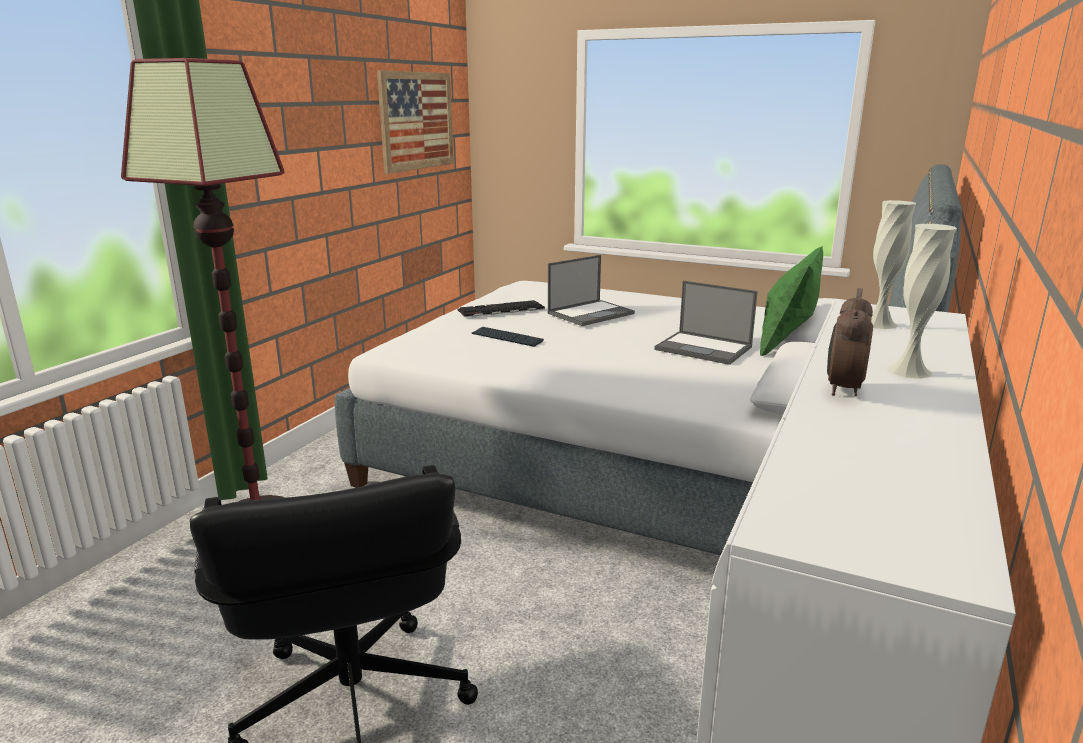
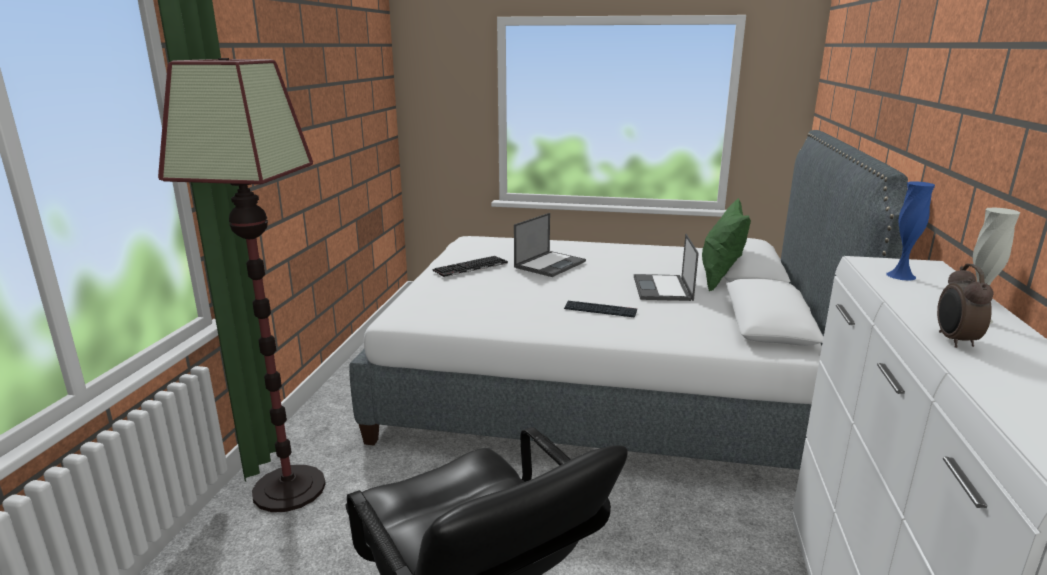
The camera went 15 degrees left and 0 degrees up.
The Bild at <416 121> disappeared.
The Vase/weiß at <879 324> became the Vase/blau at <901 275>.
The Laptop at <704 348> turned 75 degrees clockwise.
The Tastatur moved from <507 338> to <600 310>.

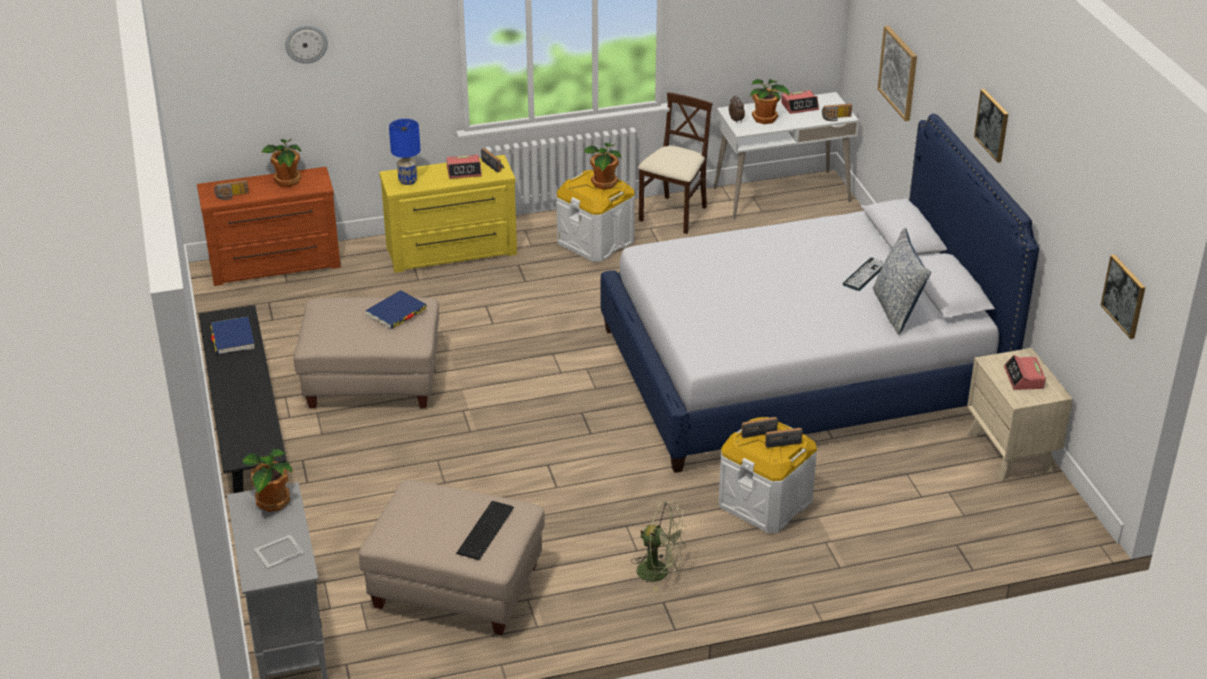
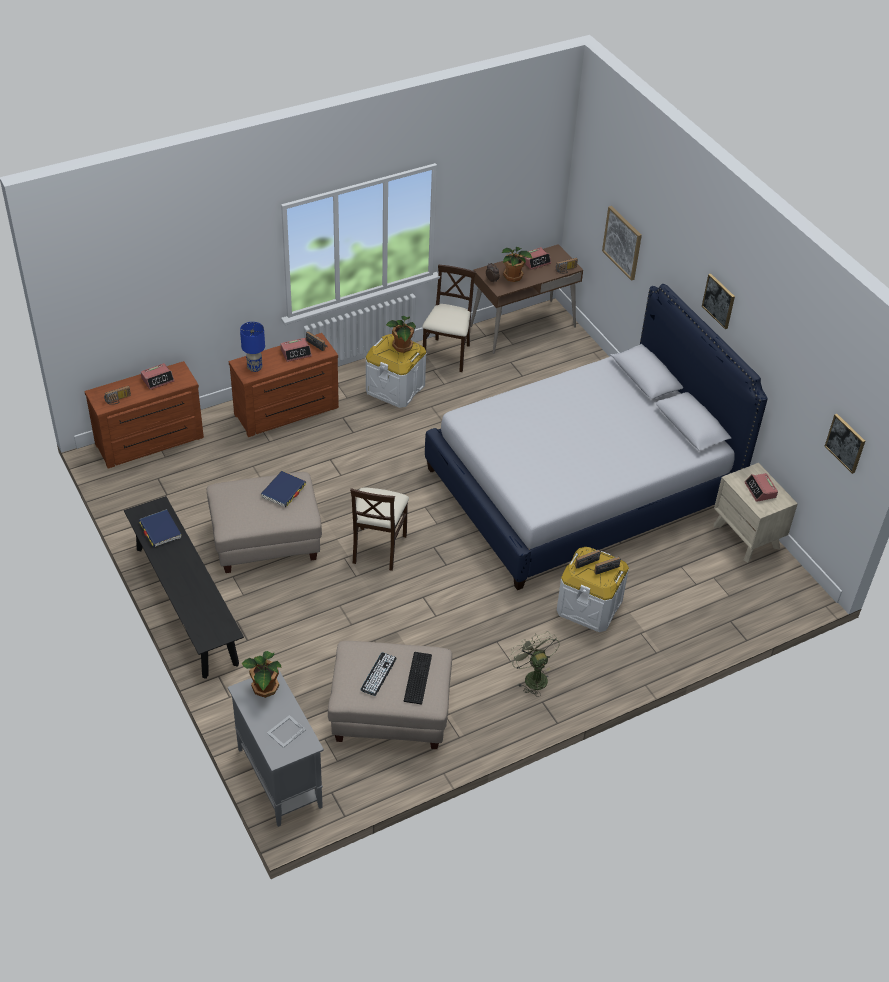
The camera went 15 degrees left and 10 degrees up.
The Wanduhr at <306 43> disappeared.
The Schreibtisch/weiß at <781 195> became the Schreibtisch/braun at <522 326>.
The Topfpflanze at <287 181> was replaced by the Wecker at <158 379>.
The Kommode/gelb at <452 253> became the Kommode/braun at <287 412>.
The Kissen at <897 310> disappeared.
The Tastatur moved from <865 274> to <378 674>.
The Ventilator/grün at <660 572> turned 120 degrees counterclockwise.
The Stuhl/beige at <378 548> appeared.

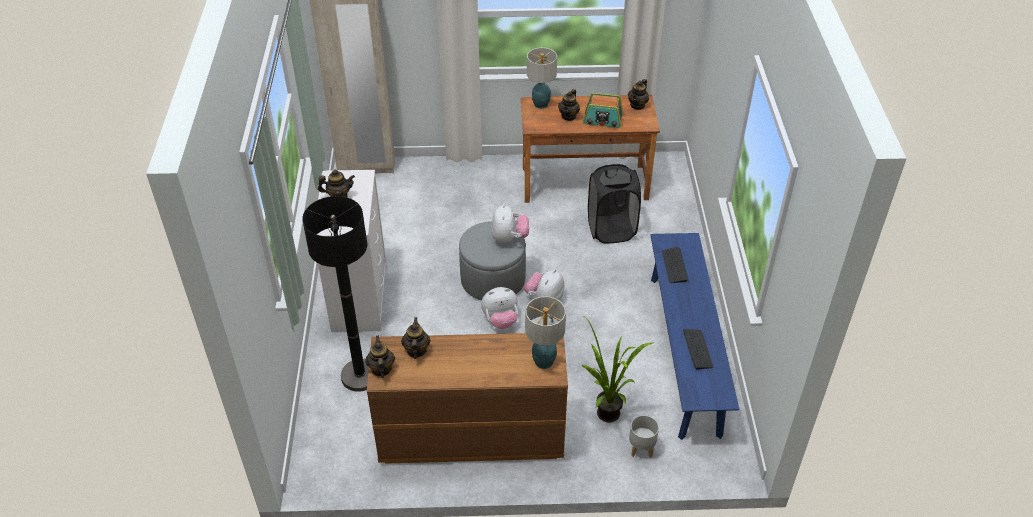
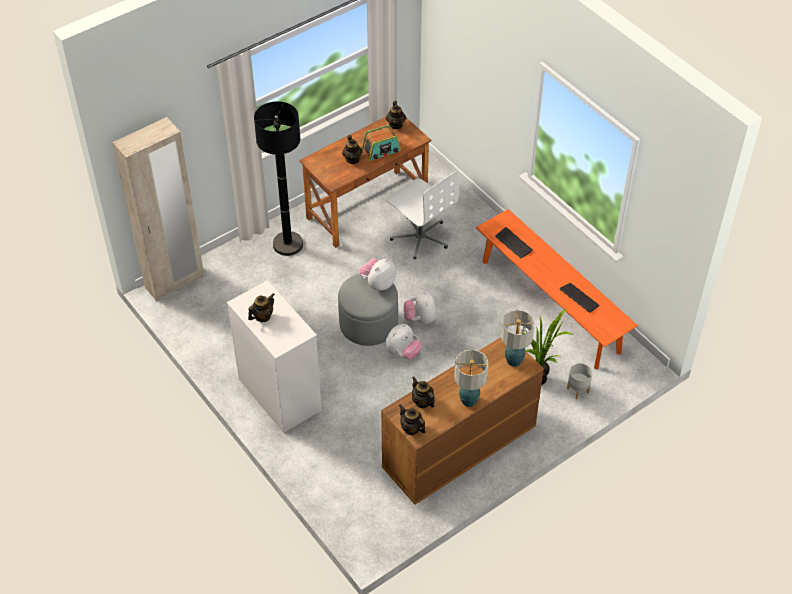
The camera went 35 degrees left and 5 degrees up.
The Tischlampe moved from <541 104> to <468 400>.
The Wäschekorb/schwarz at <611 229> was replaced by the Bürostuhl/weiß at <420 237>.
The Stehlampe/schwarz moved from <360 376> to <288 244>.
The Plüschtier at <509 238> turned 105 degrees counterclockwise.
The Bank/blau at <684 353> became the Bank/orange at <550 306>.

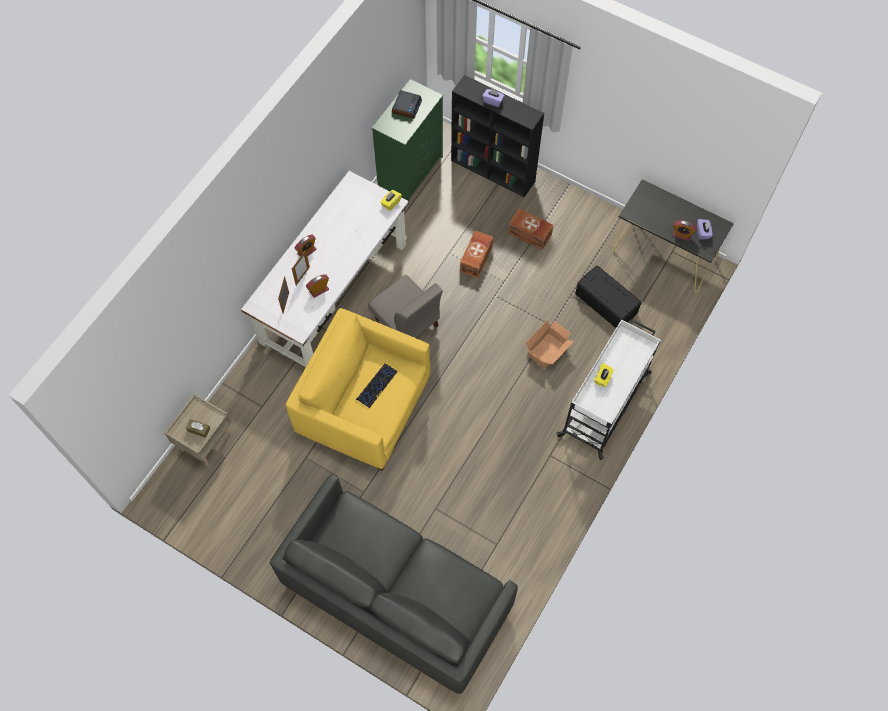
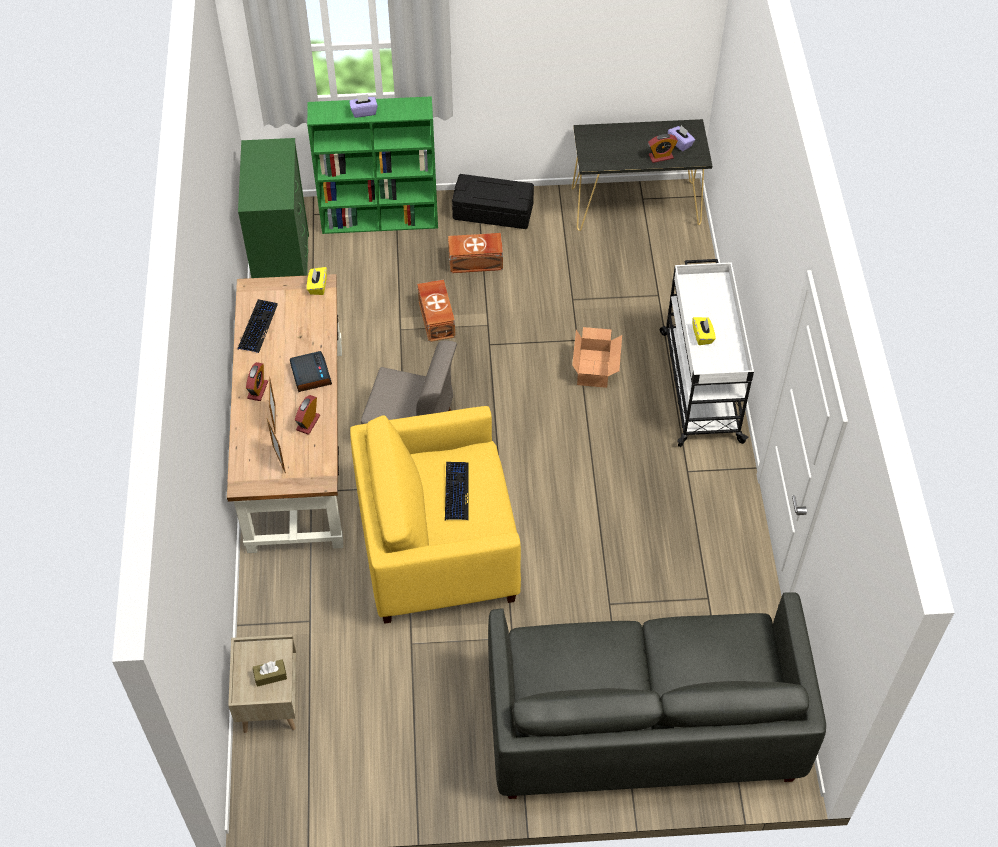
The camera went 35 degrees left and 10 degrees down.
The Bücherregal/schwarz at <493 171> became the Bücherregal/grün at <381 219>.
The Wecker moved from <406 106> to <310 375>.
The Schreibtisch/weiß at <334 292> became the Schreibtisch/braun at <296 444>.
The Aufbewahrungsbox/schwarz moved from <606 303> to <493 211>.
The Tastatur at <257 326> appeared.

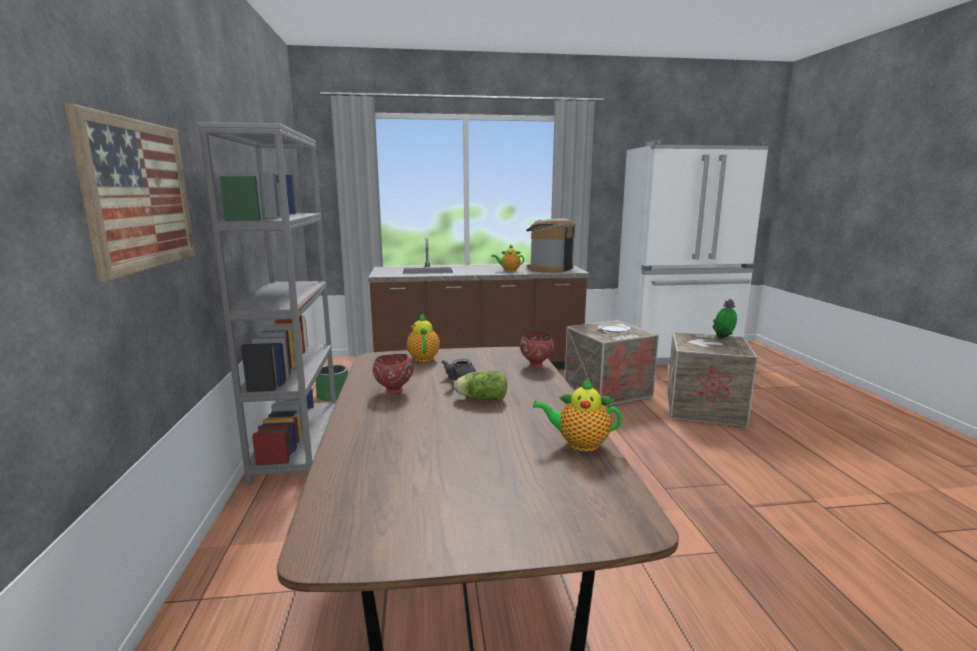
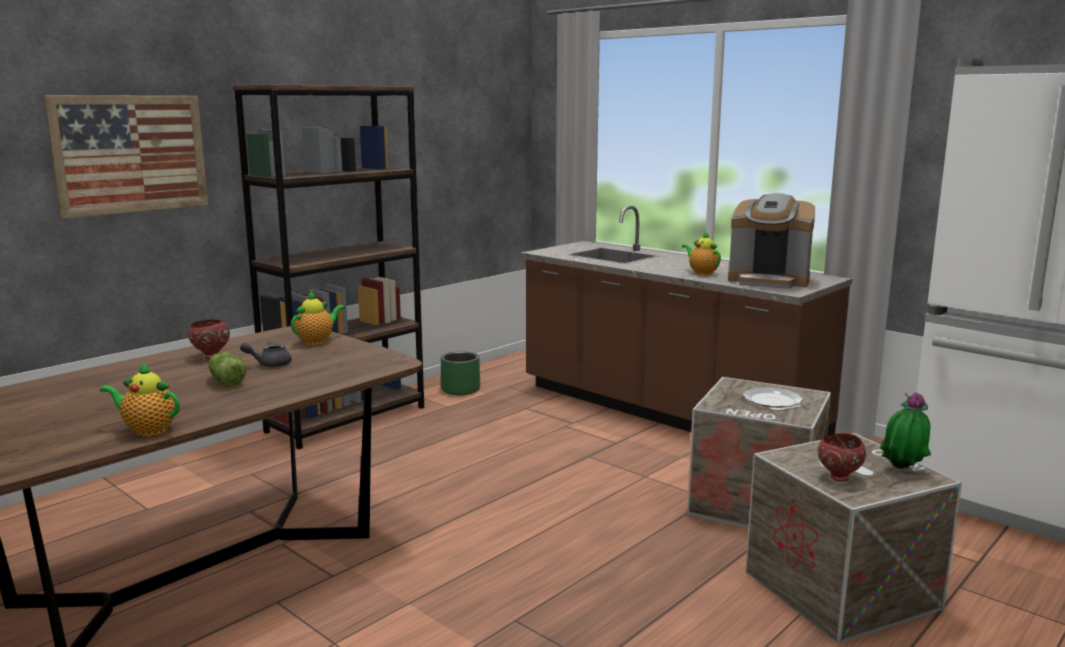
The camera went 50 degrees right and 0 degrees up.
The Bücherregal/grau at <297 445> became the Bücherregal/braun at <347 419>.
The Kaffeemaschine at <549 269> turned 150 degrees counterclockwise.
The Schüssel/rot moved from <536 365> to <838 478>.
The Teekanne at <579 444> turned 45 degrees counterclockwise.

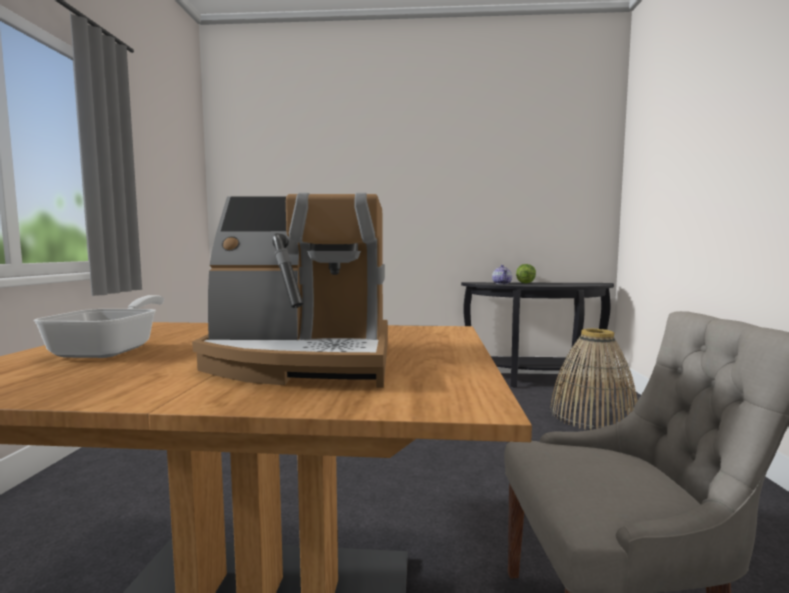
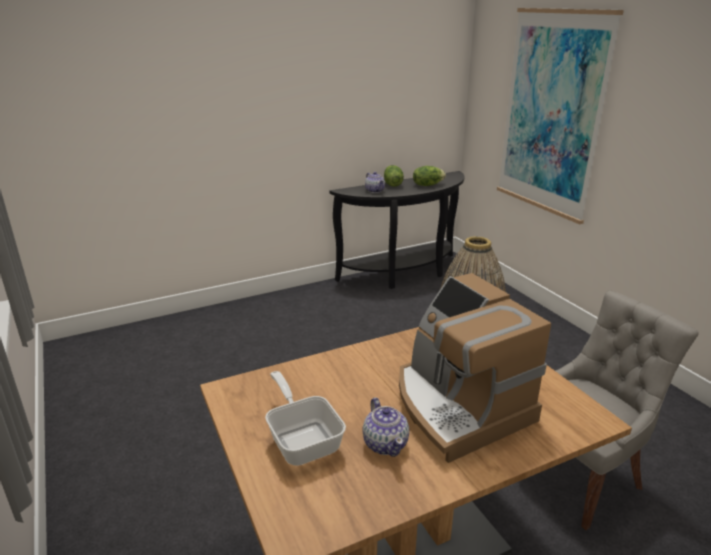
The camera went 30 degrees left and 20 degrees up.
The Kaffeemaschine at <304 361> turned 90 degrees clockwise.
The Bild at <551 114> appeared.
The Salatkopf at <427 185> appeared.
The Teekanne at <385 443> appeared.

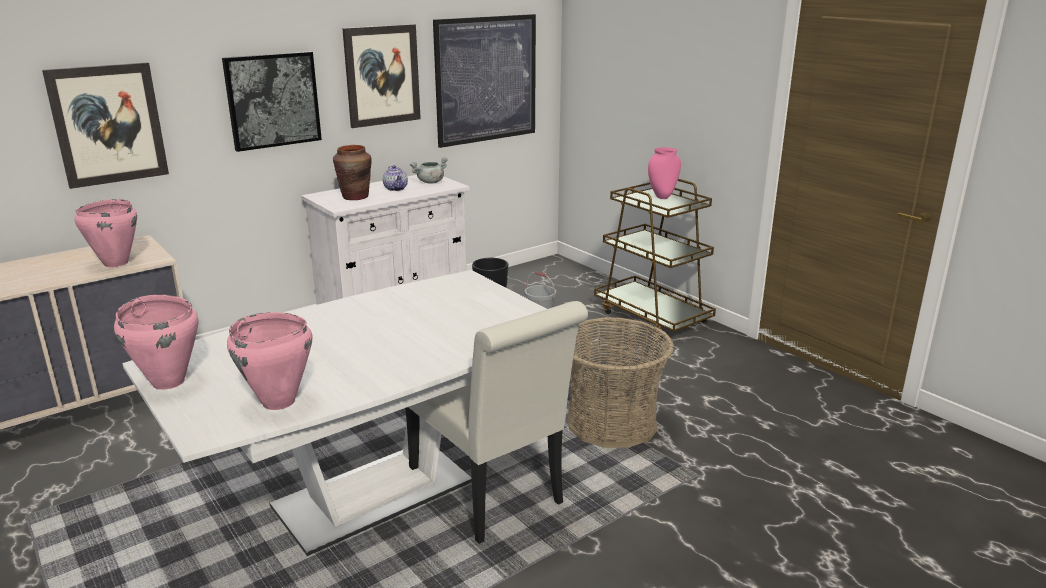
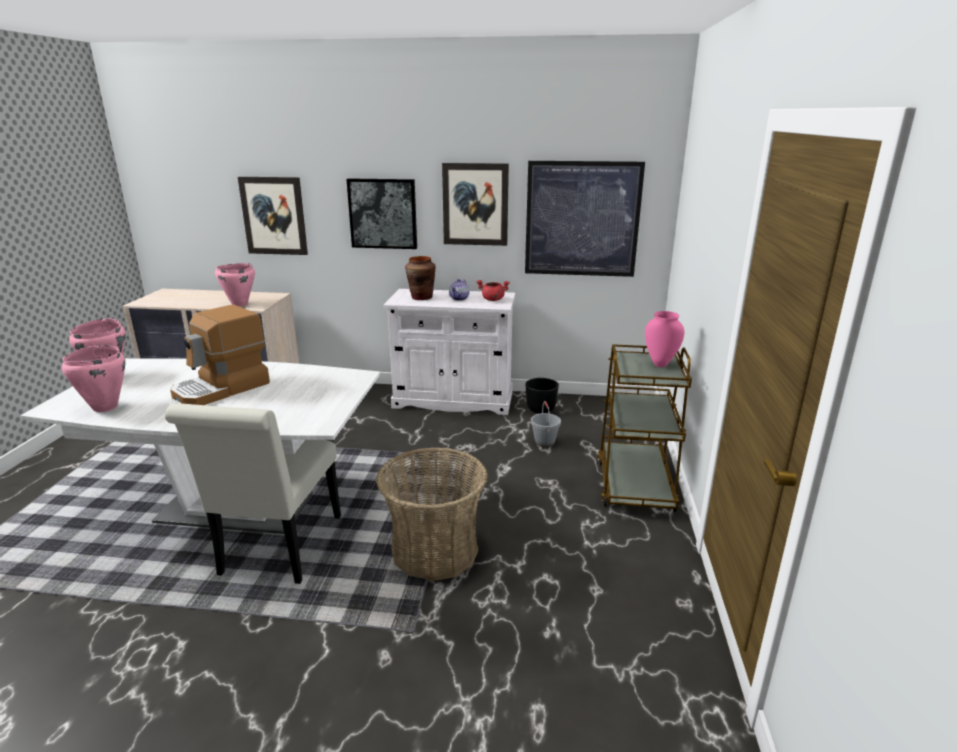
The camera went 45 degrees right and 0 degrees up.
The Kochtopf/grau at <430 182> became the Kochtopf/rot at <492 300>.
The Kaffeemaschine at <222 389> appeared.

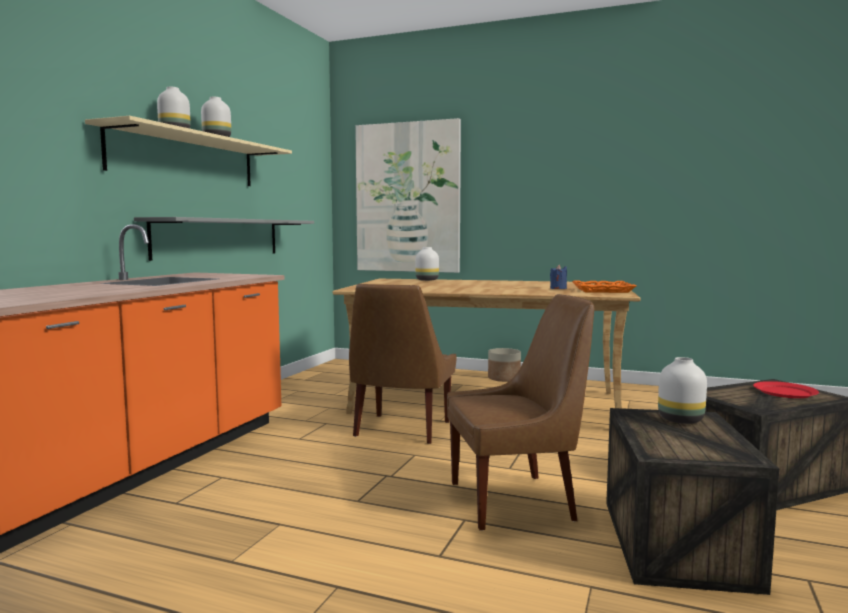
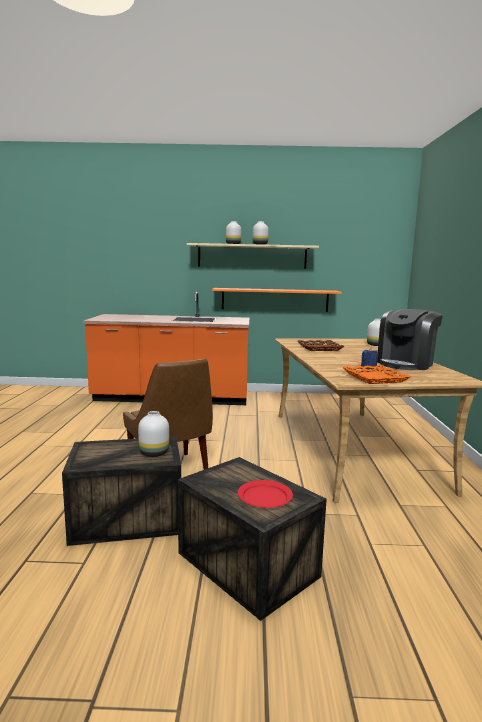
The camera went 70 degrees right and 5 degrees up.
The Bild at <407 197> disappeared.
The Wandregal/grau at <219 238> became the Wandregal/orange at <274 299>.
The Stuhl/braun at <401 430> disappeared.
The Pflanzkübel at <504 378> disappeared.
The Kaffeemaschine at <406 364> appeared.
The Tablett/braun at <319 348> appeared.

